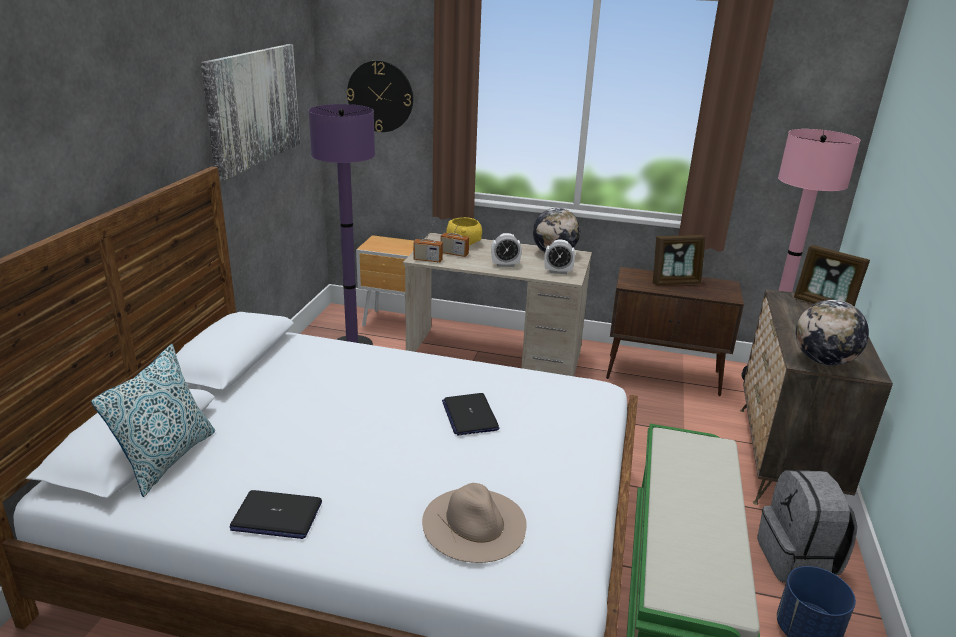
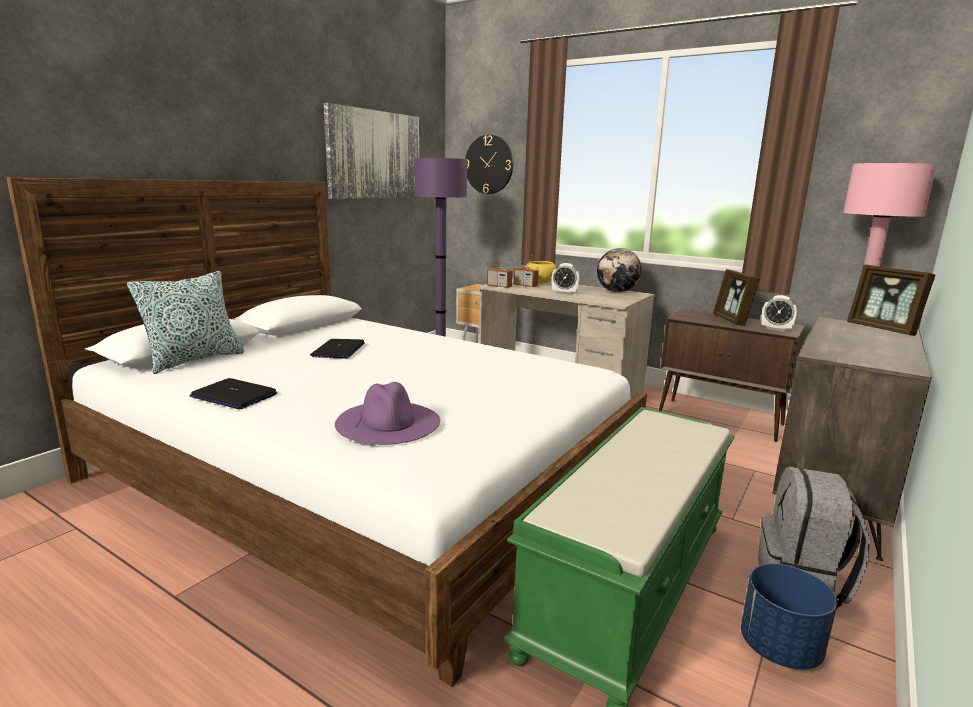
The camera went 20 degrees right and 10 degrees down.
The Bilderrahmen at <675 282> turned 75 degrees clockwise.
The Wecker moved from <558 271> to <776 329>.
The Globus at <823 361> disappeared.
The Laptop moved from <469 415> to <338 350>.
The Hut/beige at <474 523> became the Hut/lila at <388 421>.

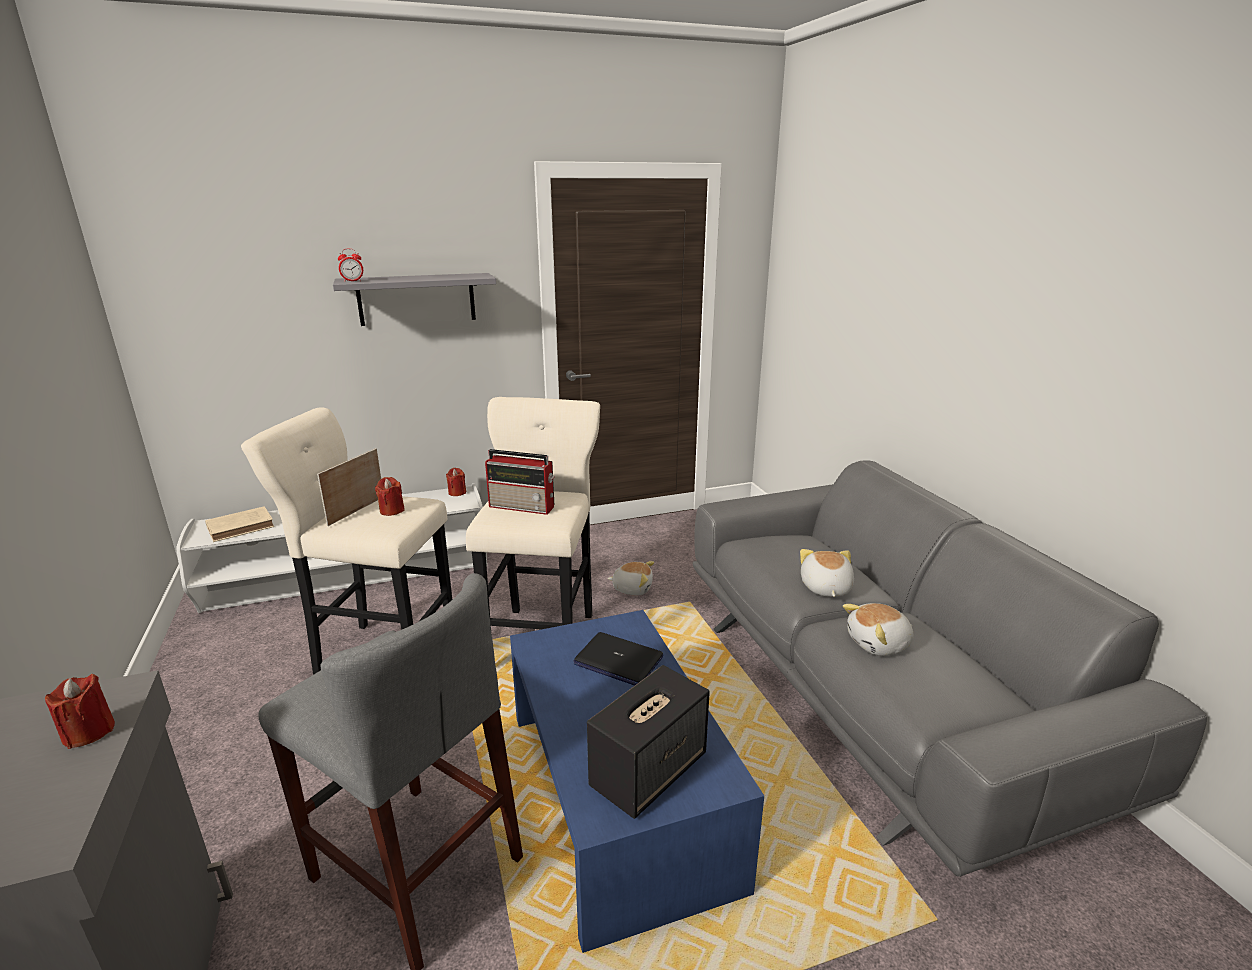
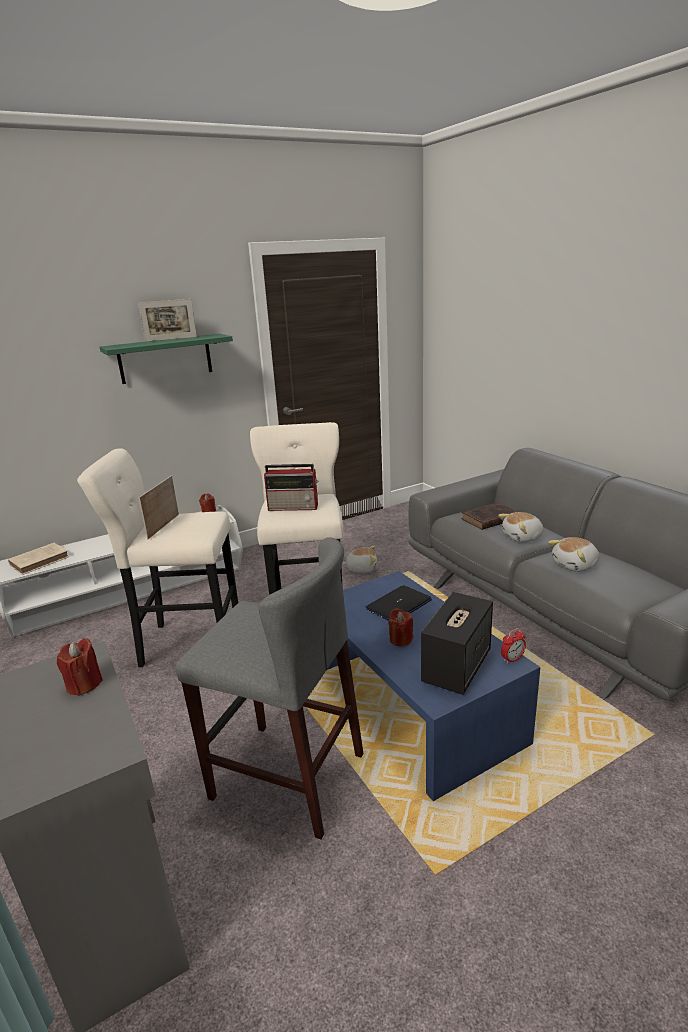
The camera went 10 degrees left and 0 degrees up.
The Wecker moved from <352 281> to <512 659>.
The Wandregal/grau at <416 299> became the Wandregal/grün at <165 358>.
The Kerze/rot moved from <392 510> to <400 639>.
The Plüschtier at <825 588> turned 105 degrees counterclockwise.
The Laptop at <618 660> turned 120 degrees clockwise.
The Bilderrahmen at <171 339> appeared.
The Buch/braun at <488 519> appeared.

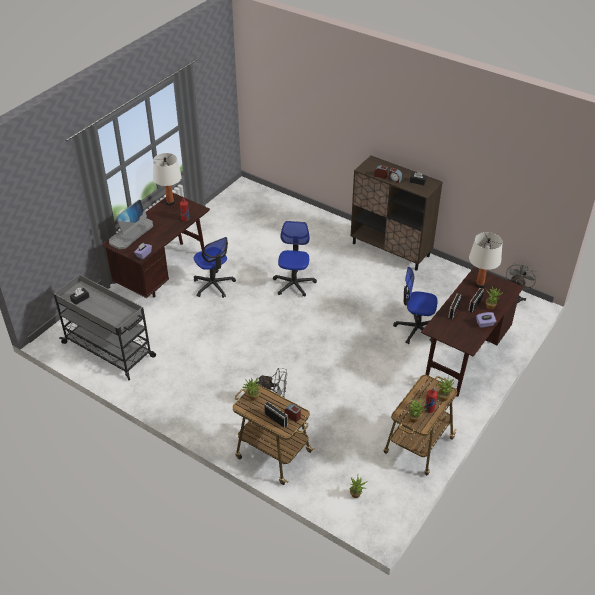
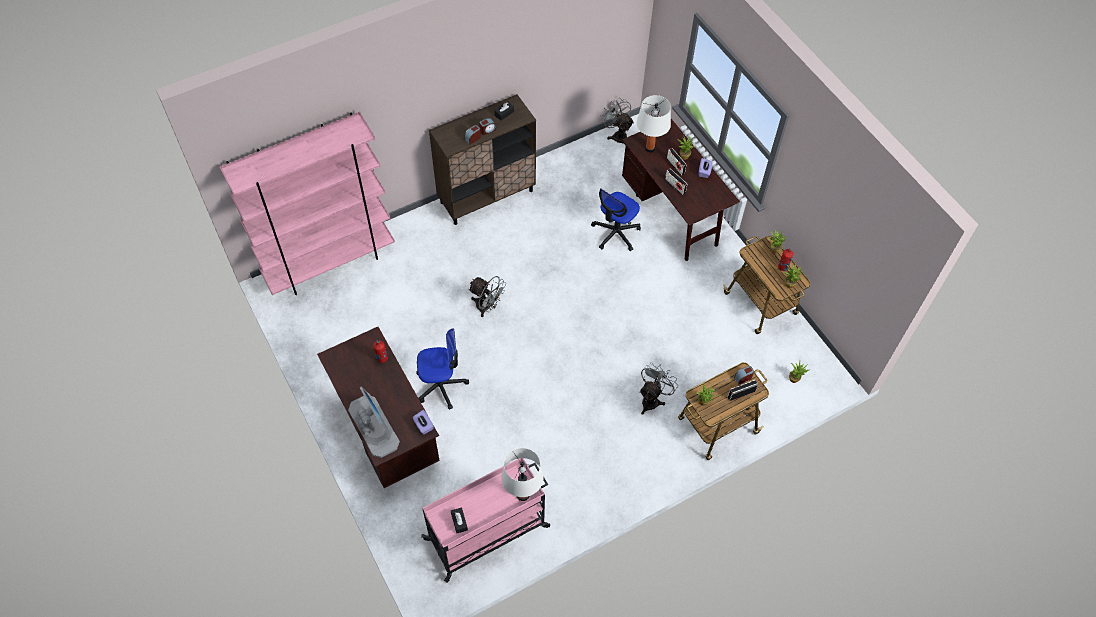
The camera went 65 degrees left and 15 degrees up.
The Tischlampe/weiß moved from <170 202> to <523 494>.
The Bürostuhl at <294 284> was replaced by the Ventilator/grau at <487 307>.
The Rollwagen/grau at <109 350> became the Rollwagen/rosa at <488 532>.
The Bücherregal/rosa at <330 263> appeared.

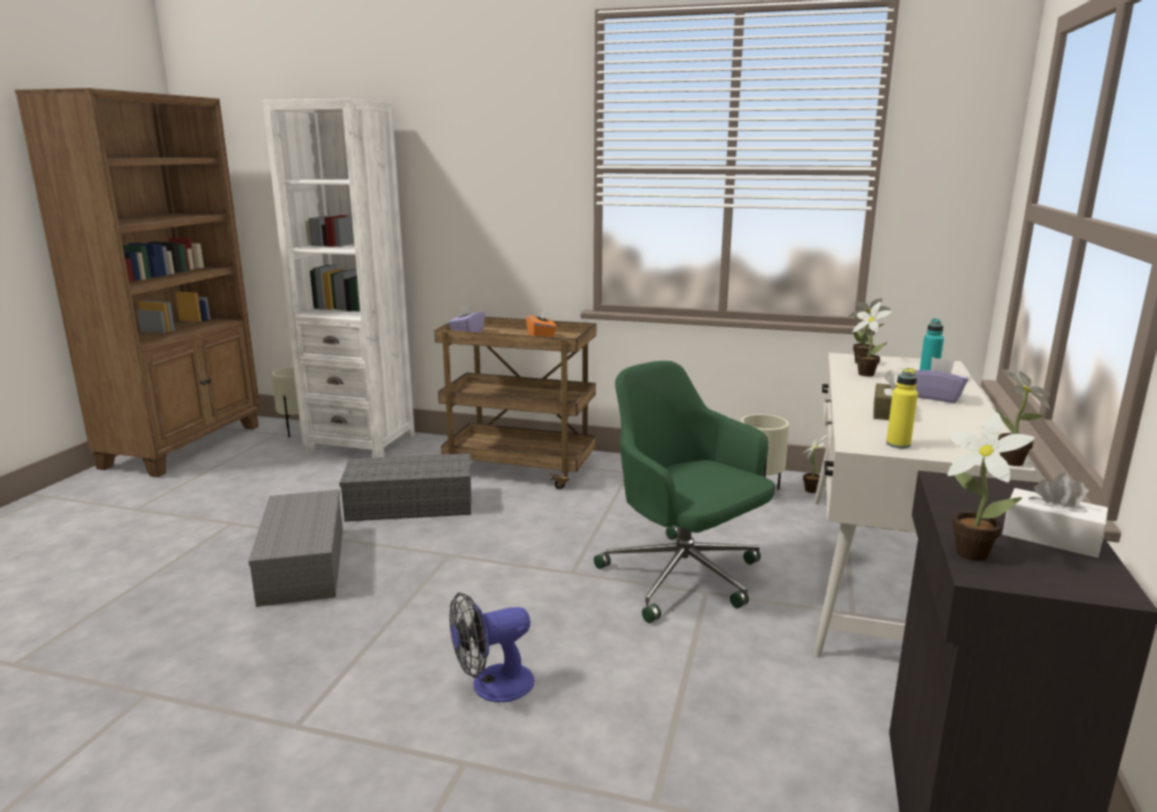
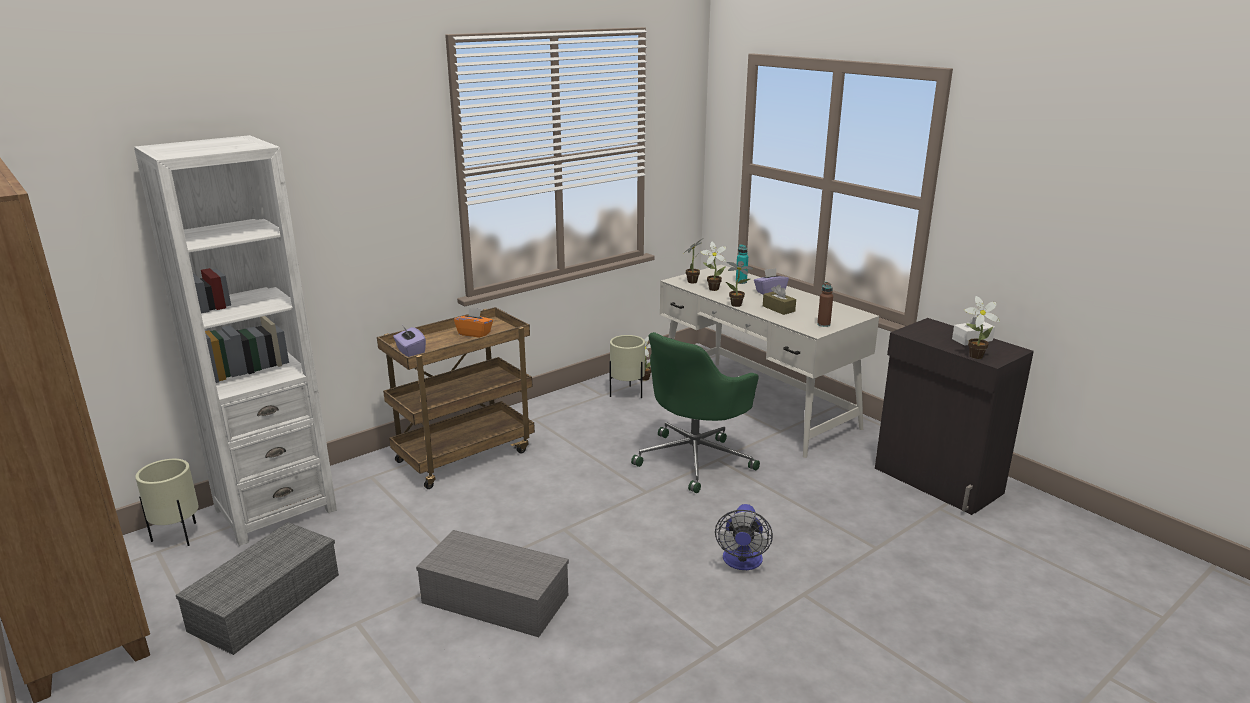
The camera went 55 degrees left and 5 degrees up.
The Bürostuhl/grün at <684 578> turned 45 degrees counterclockwise.
The Flasche/gelb at <898 444> became the Flasche/braun at <823 324>.
The Topfpflanze moved from <1013 463> to <738 305>.
The Aufbewahrungsbox/grau moved from <412 504> to <266 600>.

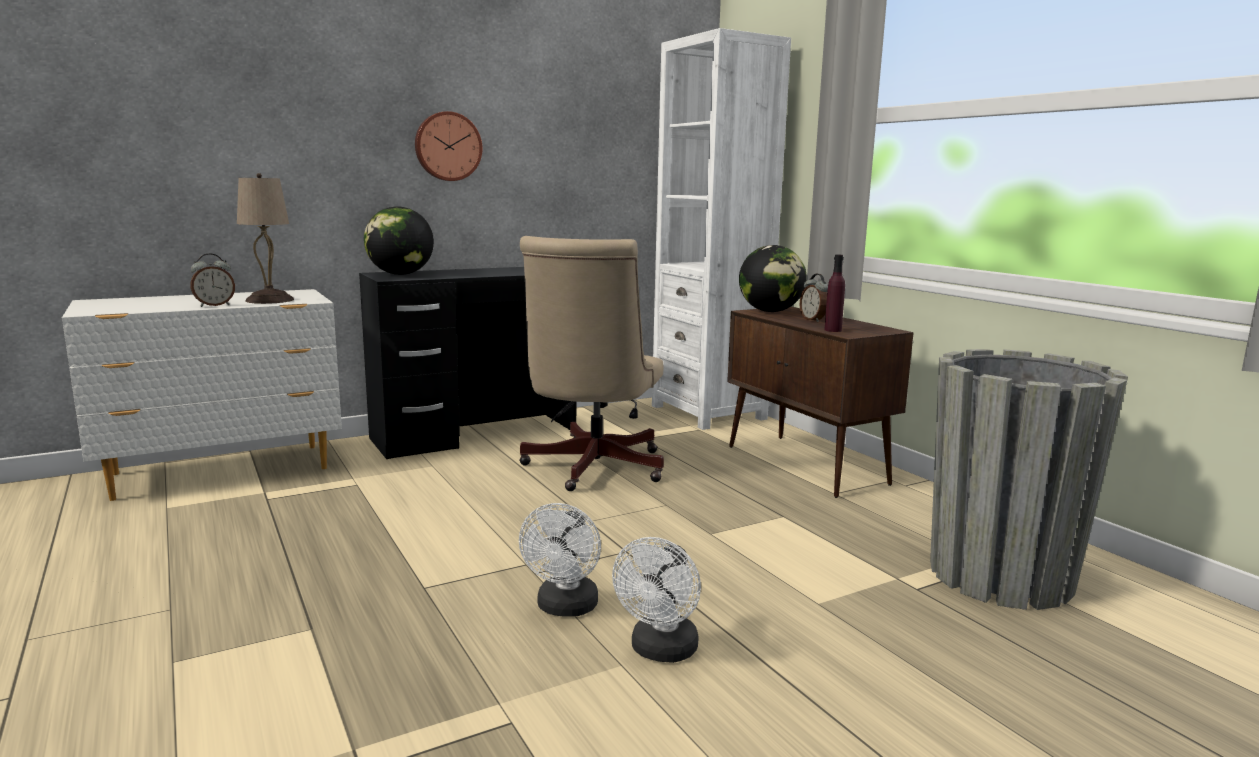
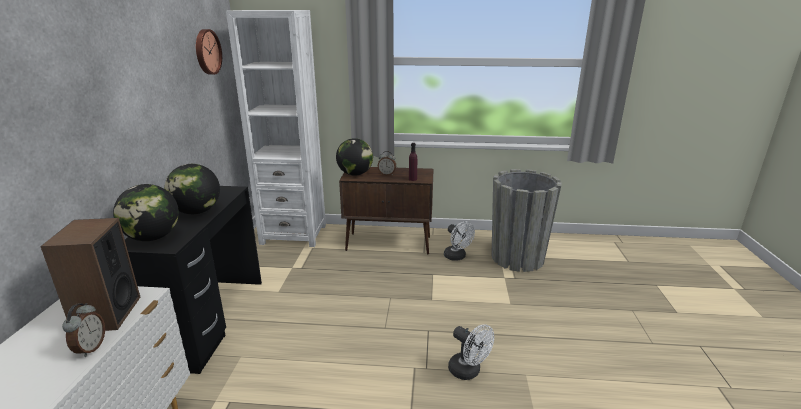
The camera went 55 degrees left and 10 degrees up.
The Wanduhr moved from <447 146> to <207 52>.
The Tischlampe/beige at <270 300> was replaced by the Lautsprecher at <107 314>.
The Bürostuhl/beige at <591 469> disappeared.
The Ventilator/weiß moved from <661 651> to <457 257>.
The Globus at <197 212> appeared.

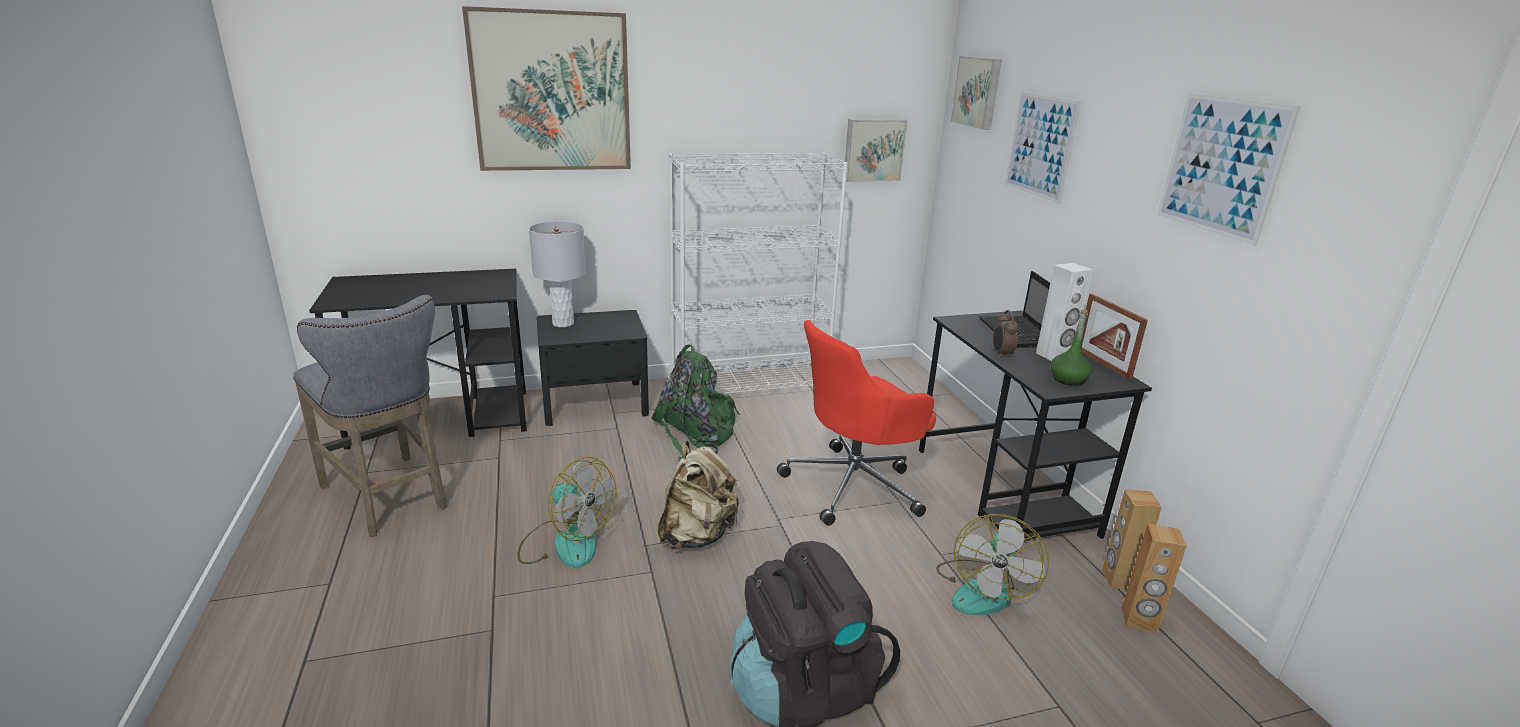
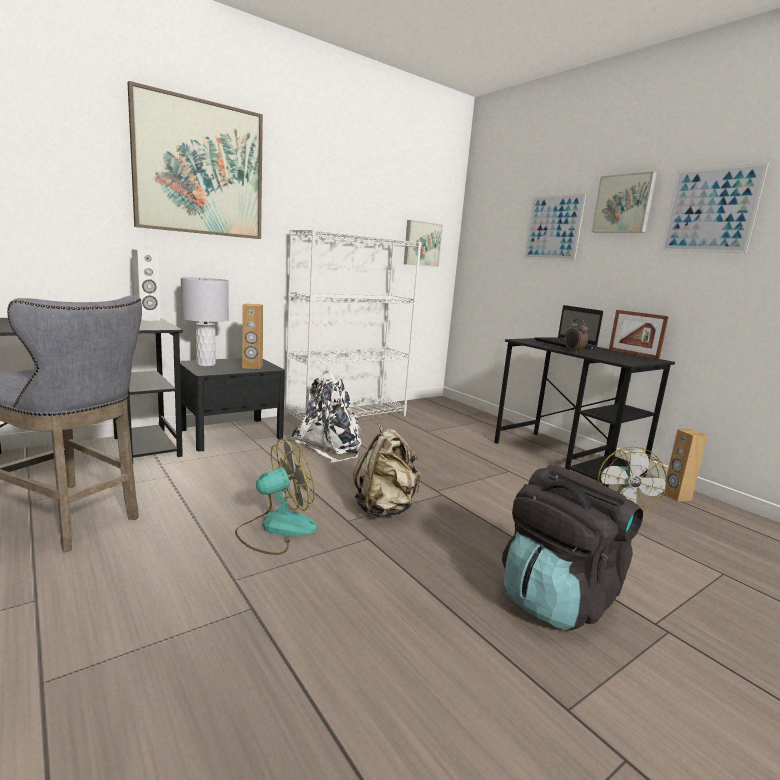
The camera went 20 degrees left and 10 degrees down.
The Bild moved from <978 92> to <624 204>.
The Lautsprecher/weiß moved from <1054 355> to <147 319>.
The Flasche/grün at <1068 380> disappeared.
The Bürostuhl/rot at <855 485> disappeared.
The Rucksack/grün at <696 433> became the Rucksack/weiß at <330 446>.
The Ventilator at <566 542> turned 45 degrees counterclockwise.
The Lautsprecher/braun moved from <1139 620> to <252 367>.

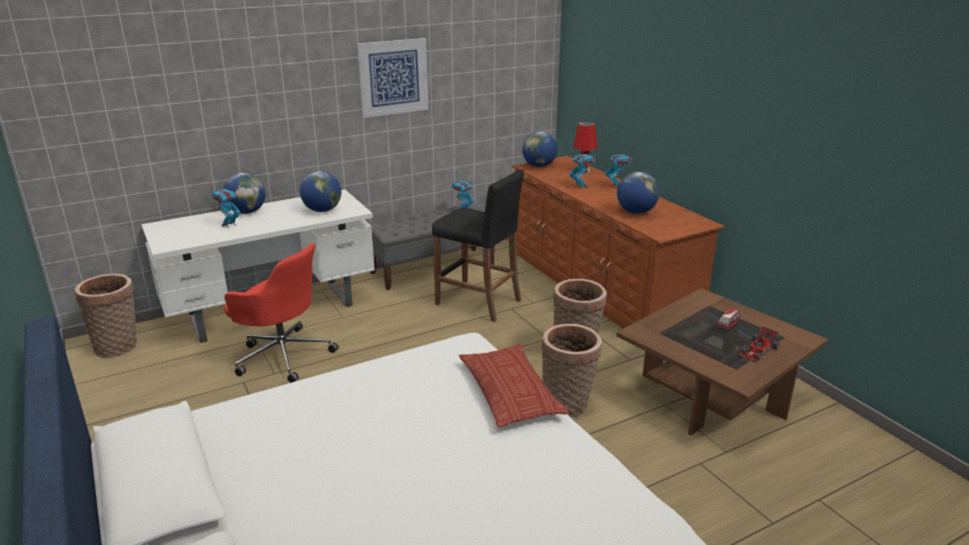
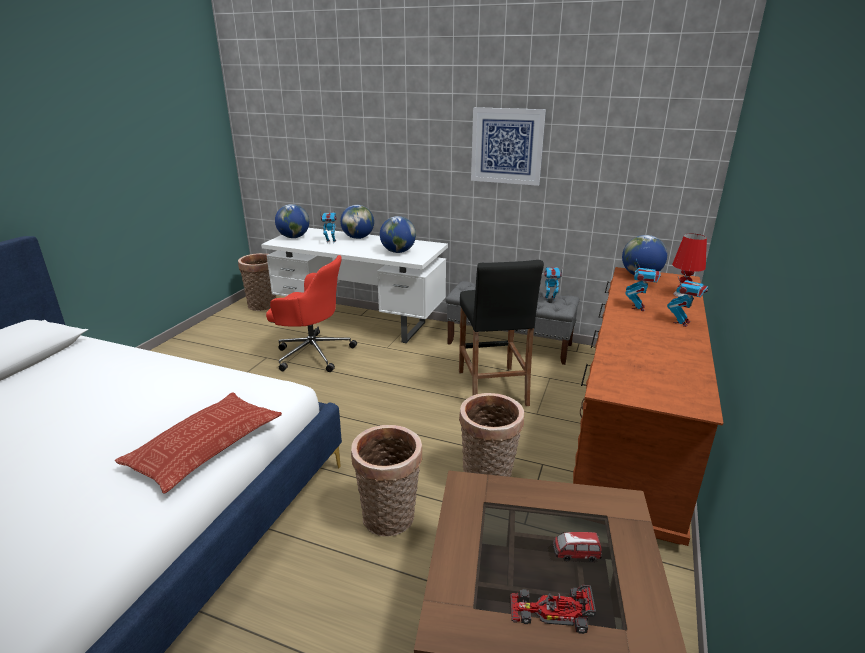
The camera went 50 degrees right and 0 degrees up.
The Globus moved from <636 212> to <294 237>.
The Bürostuhl/rot at <283 355> turned 60 degrees counterclockwise.

